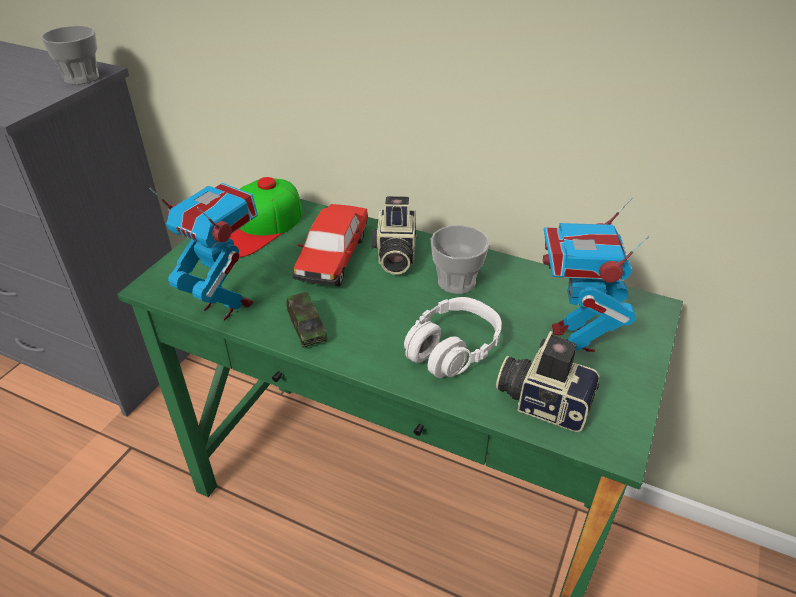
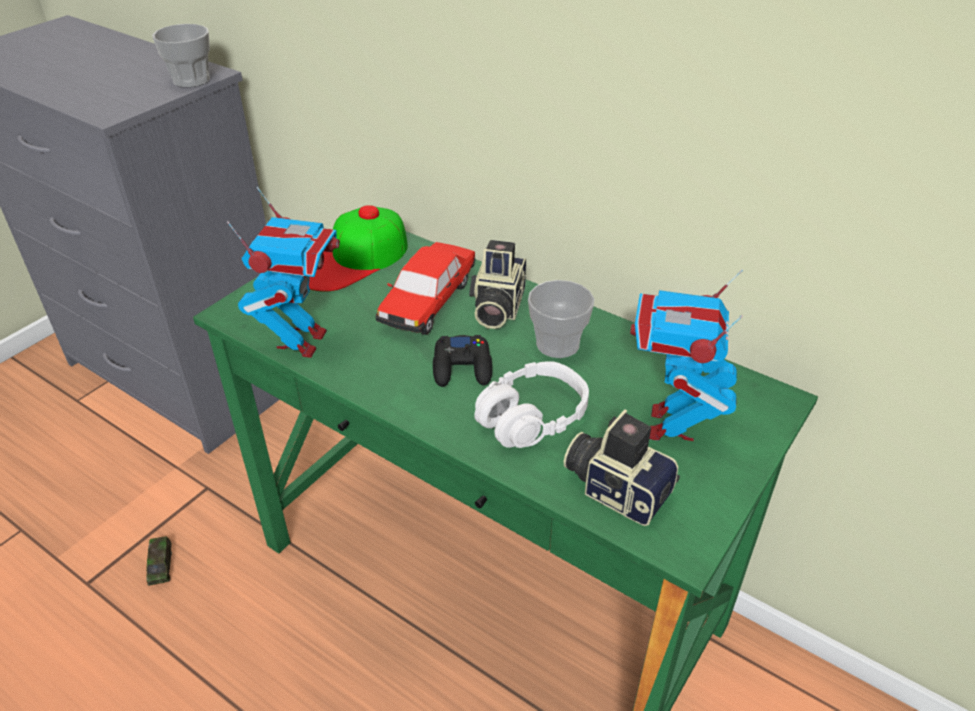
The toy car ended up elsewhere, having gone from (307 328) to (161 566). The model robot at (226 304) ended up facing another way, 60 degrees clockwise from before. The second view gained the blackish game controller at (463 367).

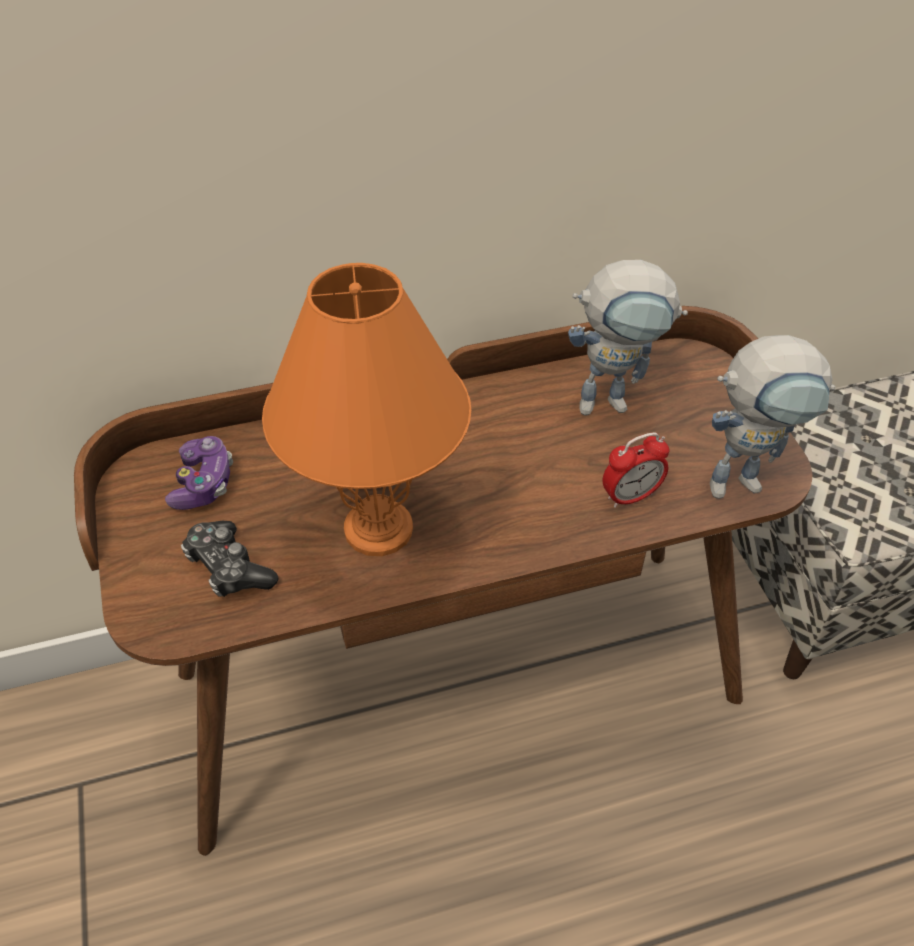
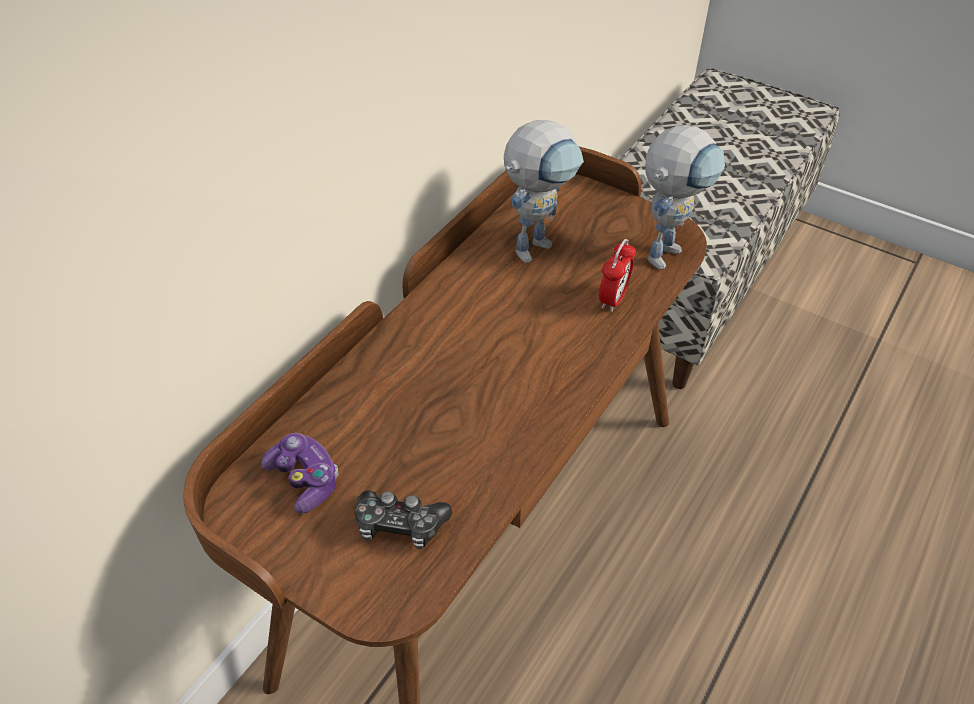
The second view lost the orange-coloured lamp for a table at (377 530).

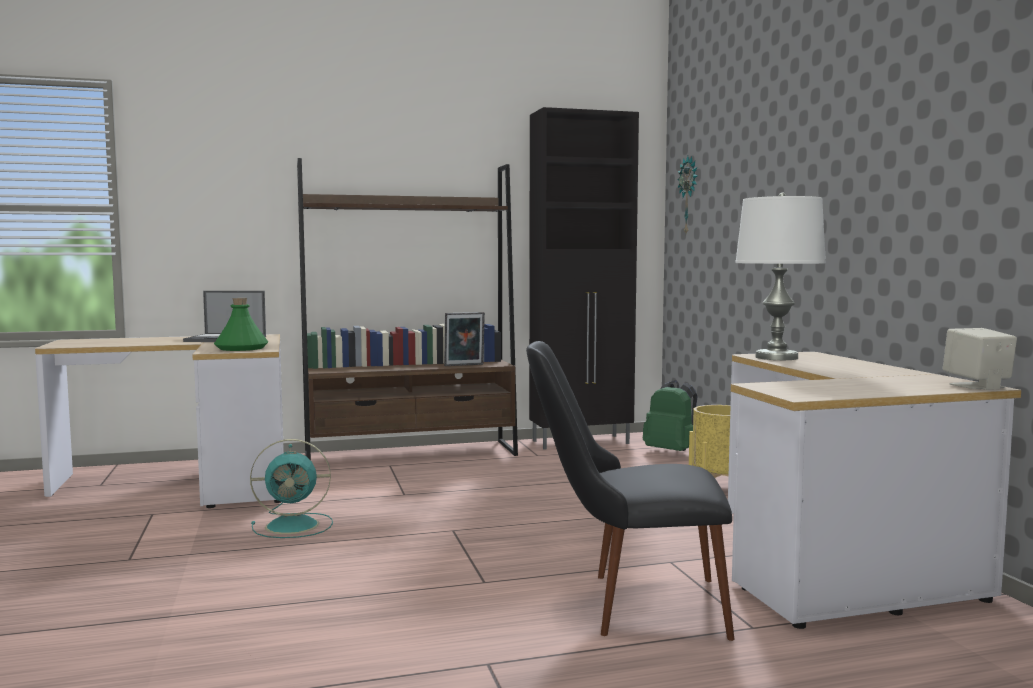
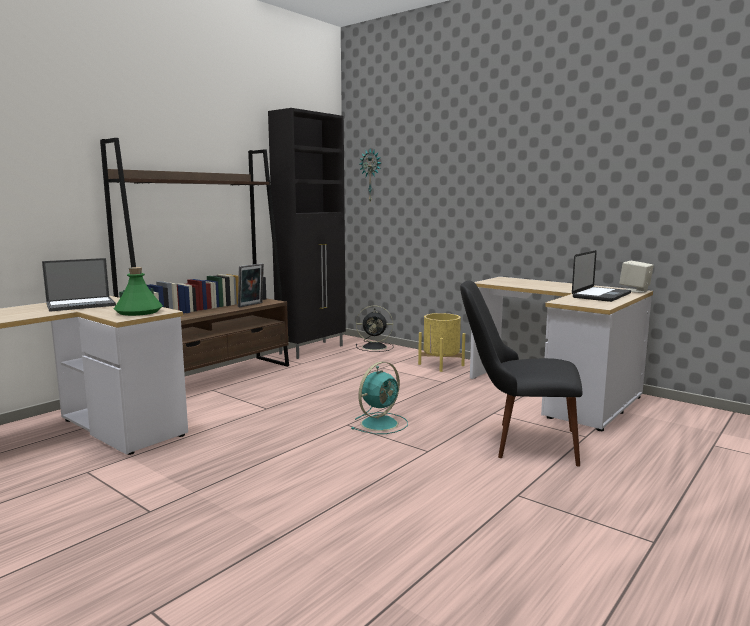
The blue-green fan ended up elsewhere, having gone from (295 525) to (380 423). Where the green rucksack stood at (671 451), the blackish fan came to stand at (375 347). The blackish plain chair at (628 604) ended up facing another way, 45 degrees clockwise from before. The second view gained the notebook computer at (601 295). The second view lost the white lamp for a table at (776 357).

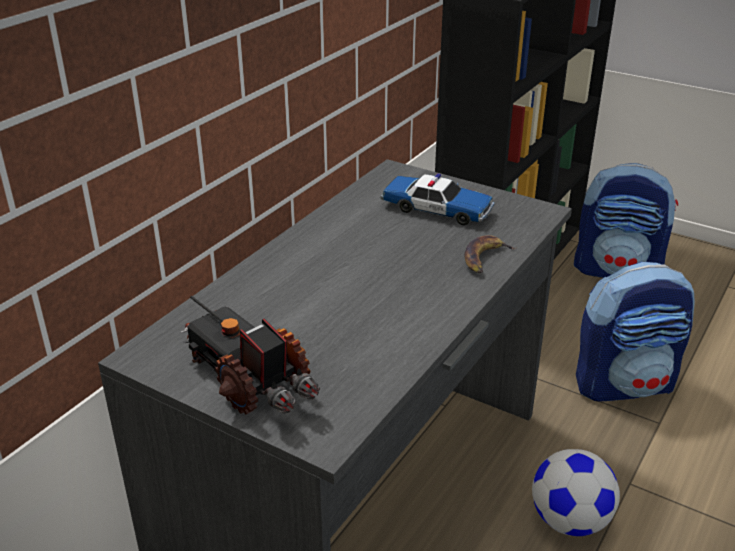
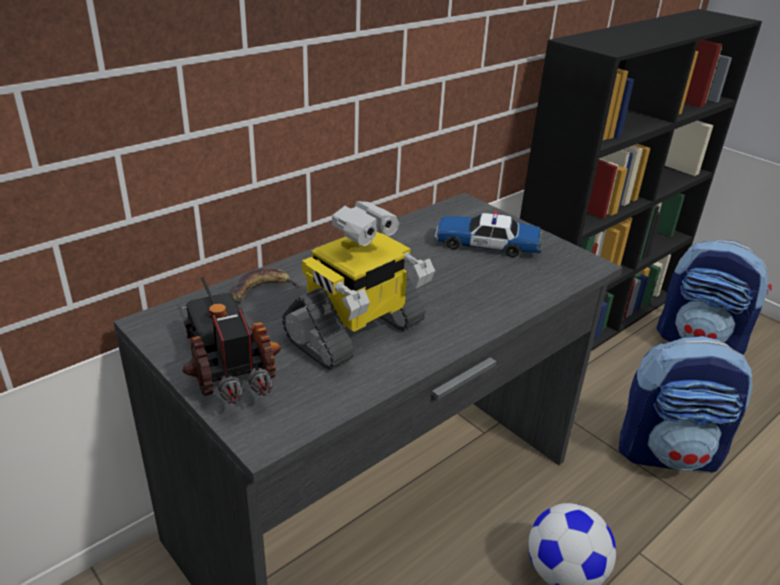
The banana fruit ended up elsewhere, having gone from (485 258) to (261 290). The second view gained the model robot at (356 333). The toy car at (436 209) ended up facing another way, 150 degrees clockwise from before.

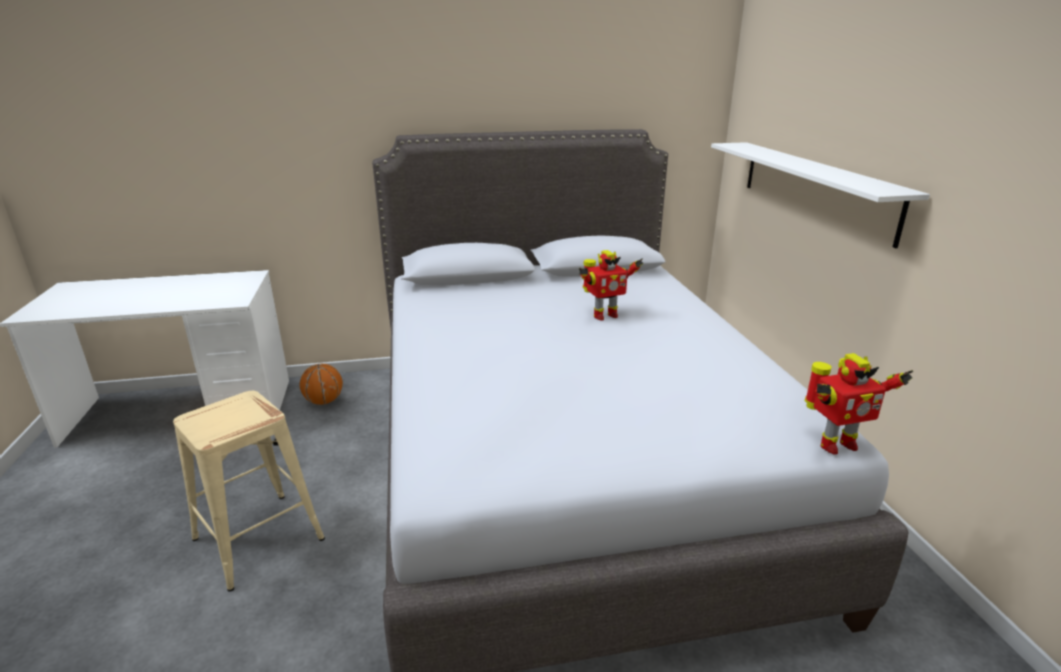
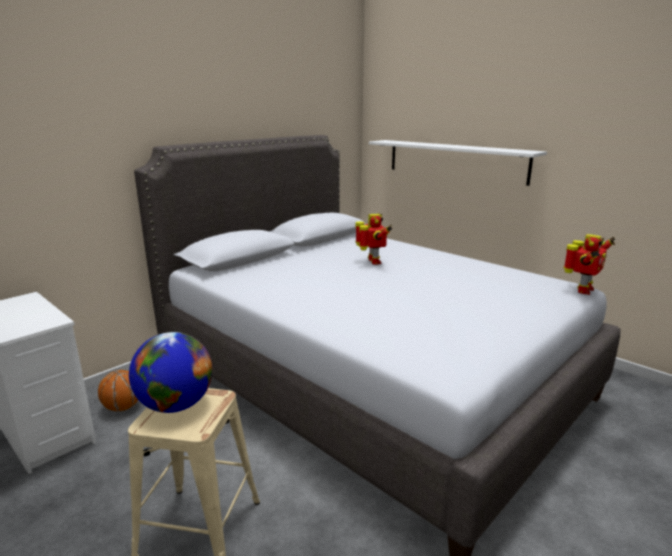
The second view gained the globe at (176 405). The model robot at (604 315) ended up facing another way, 45 degrees counterclockwise from before.

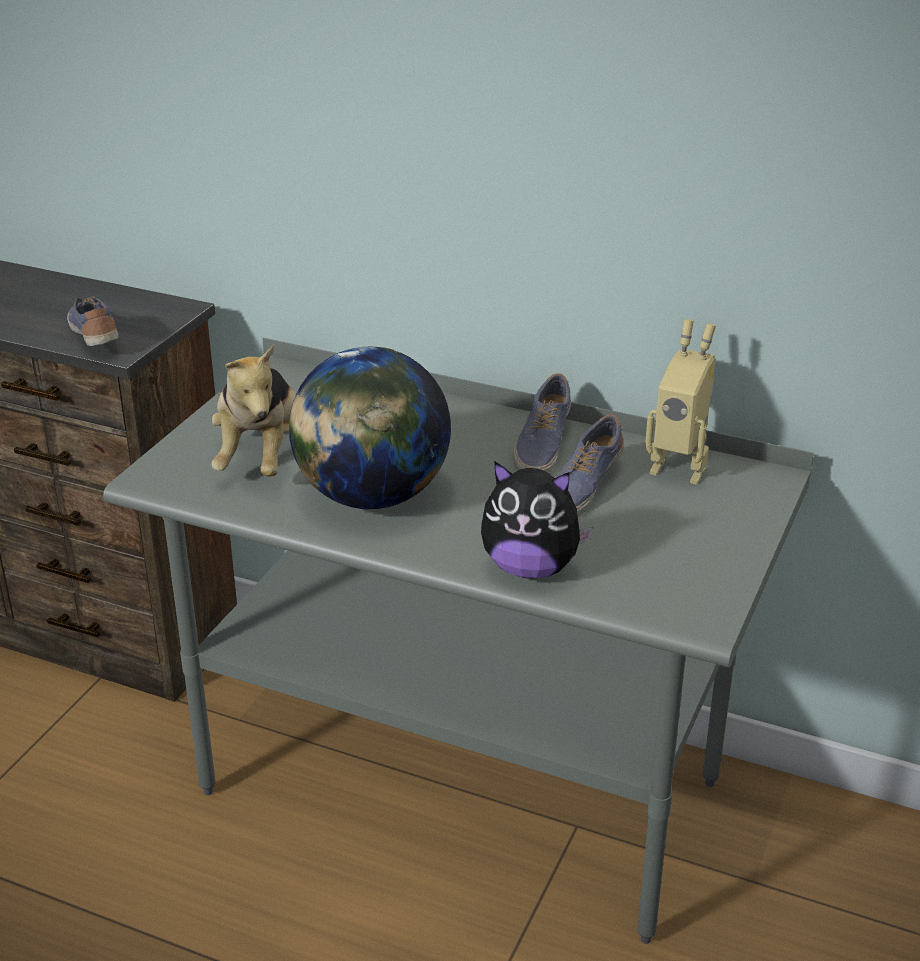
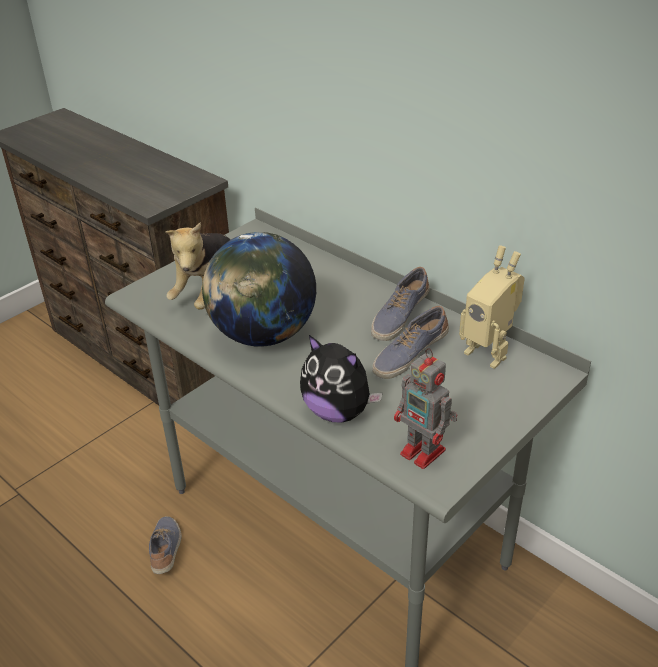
The item of footwear ended up elsewhere, having gone from (96 337) to (166 550). The second view gained the model robot at (424 453).

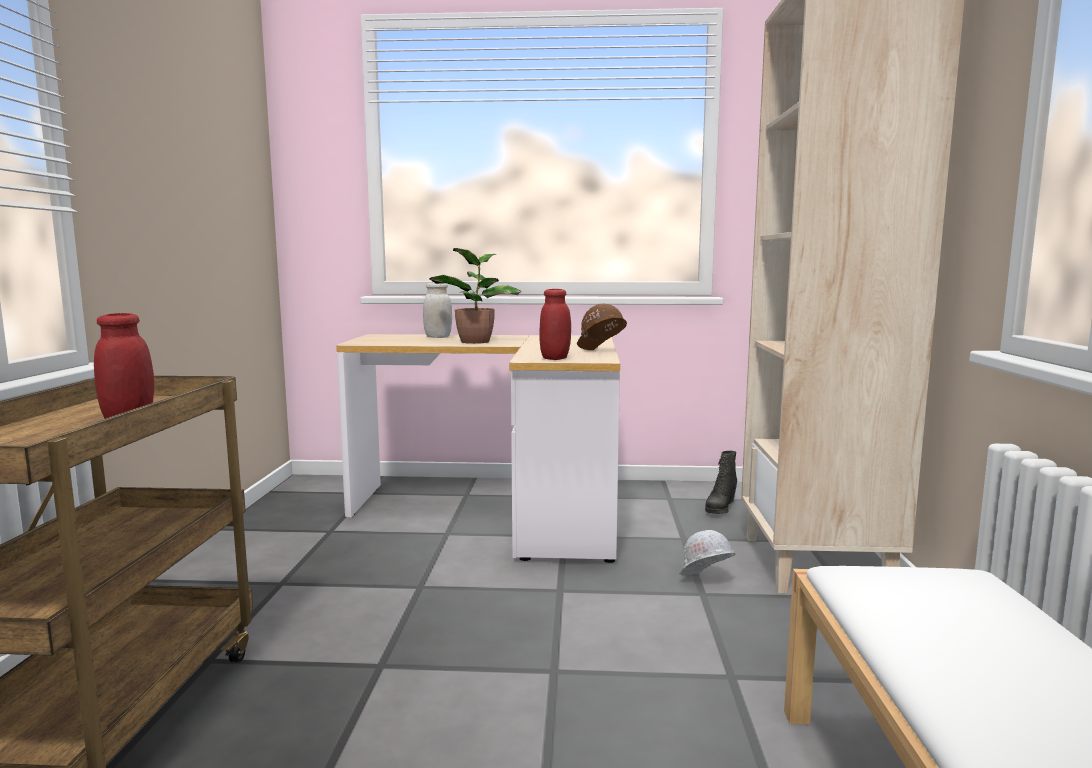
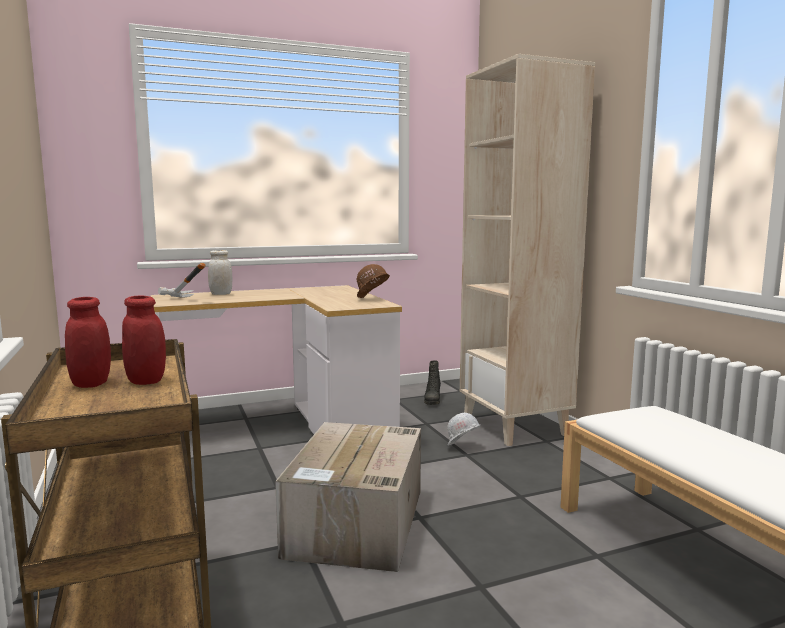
The reddish jar ended up elsewhere, having gone from (555 358) to (91 384). The second view gained the tool hammer at (182 301). The second view gained the carton at (356 523). The second view lost the houseplant at (476 341).

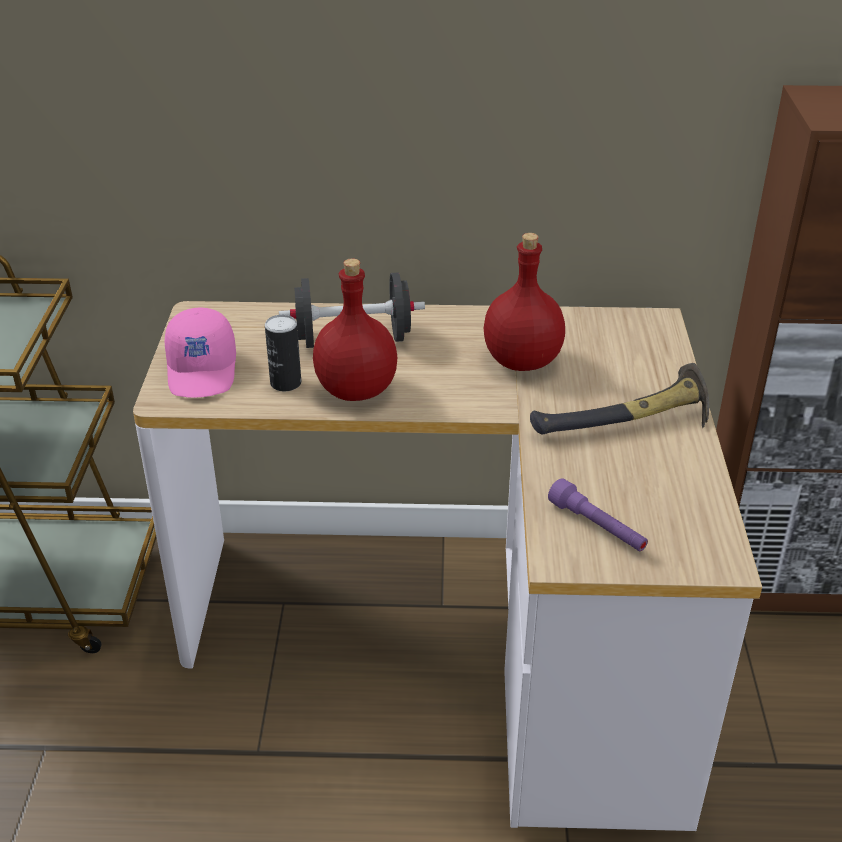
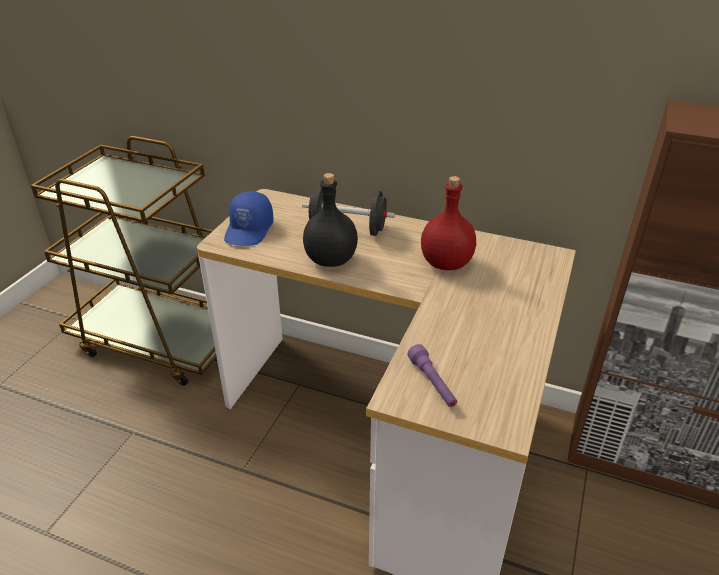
What was the pink peaked cap at (203 371) turned into the blue-coloured peaked cap at (249 230). What was the reddish bottle at (358 390) turned into the blackish bottle at (331 260). The second view lost the sealed can at (285 383). The second view lost the tool hammer at (628 425).

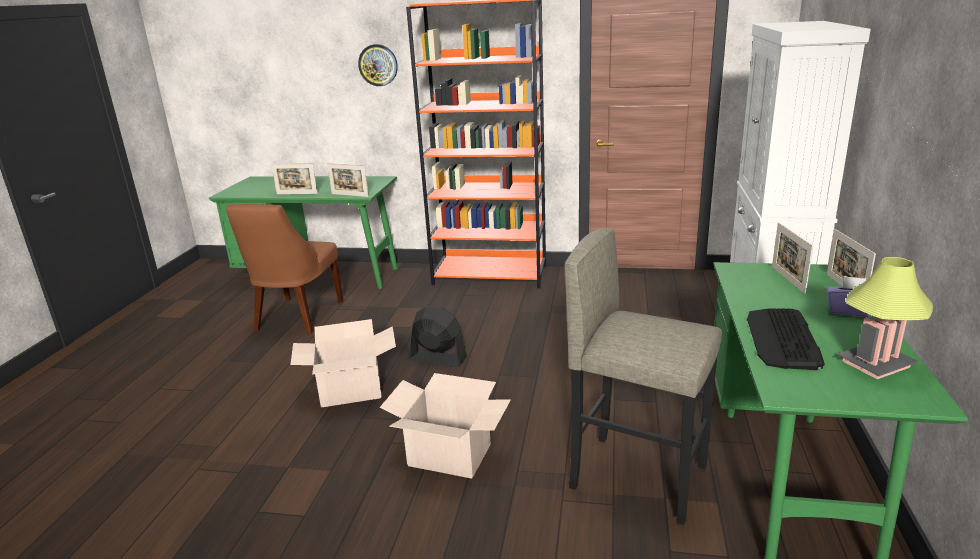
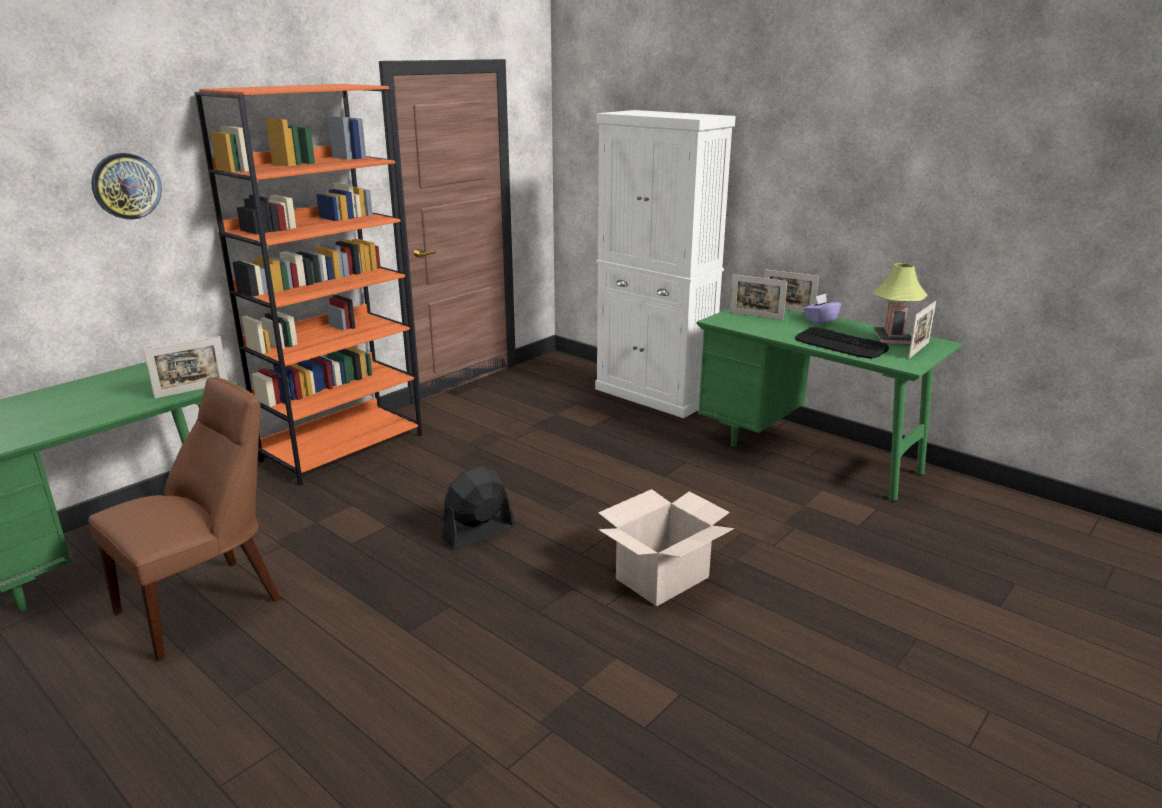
The brown plain chair at (297 317) ended up facing another way, 90 degrees counterclockwise from before. The photo frame ended up elsewhere, having gone from (297 194) to (918 350). The second view lost the carton at (351 390). The second view lost the grey stool seat at (638 476).

